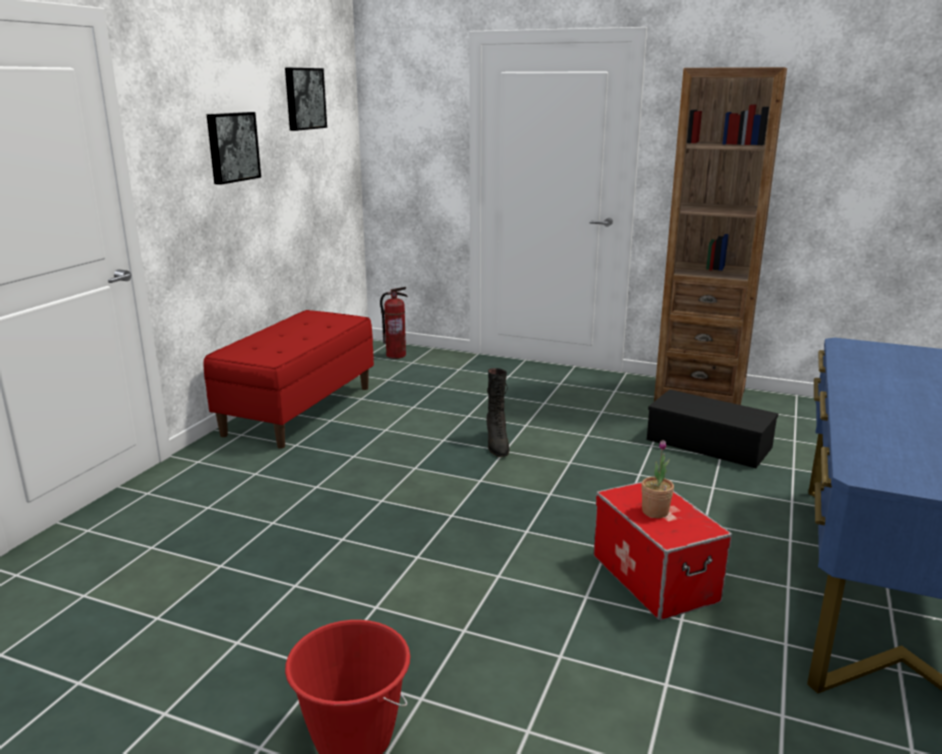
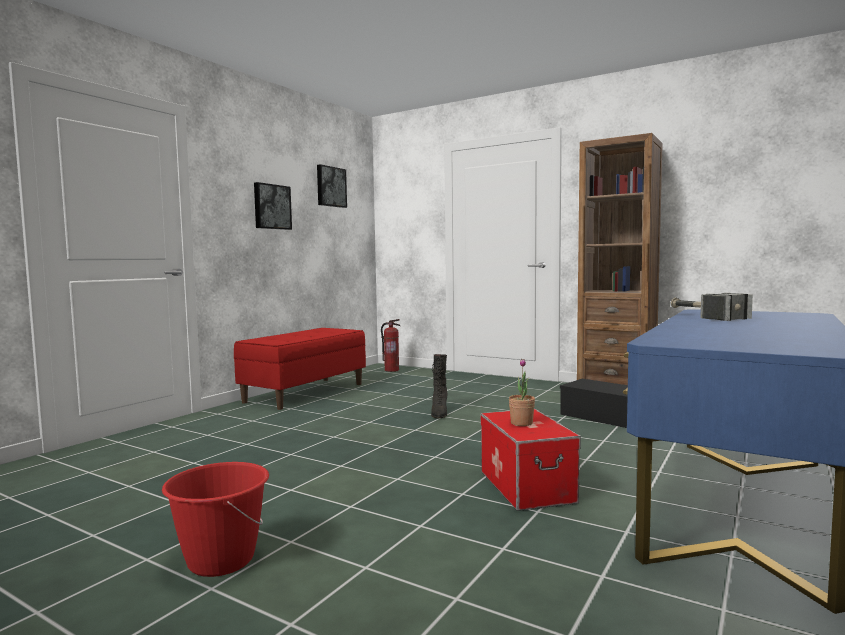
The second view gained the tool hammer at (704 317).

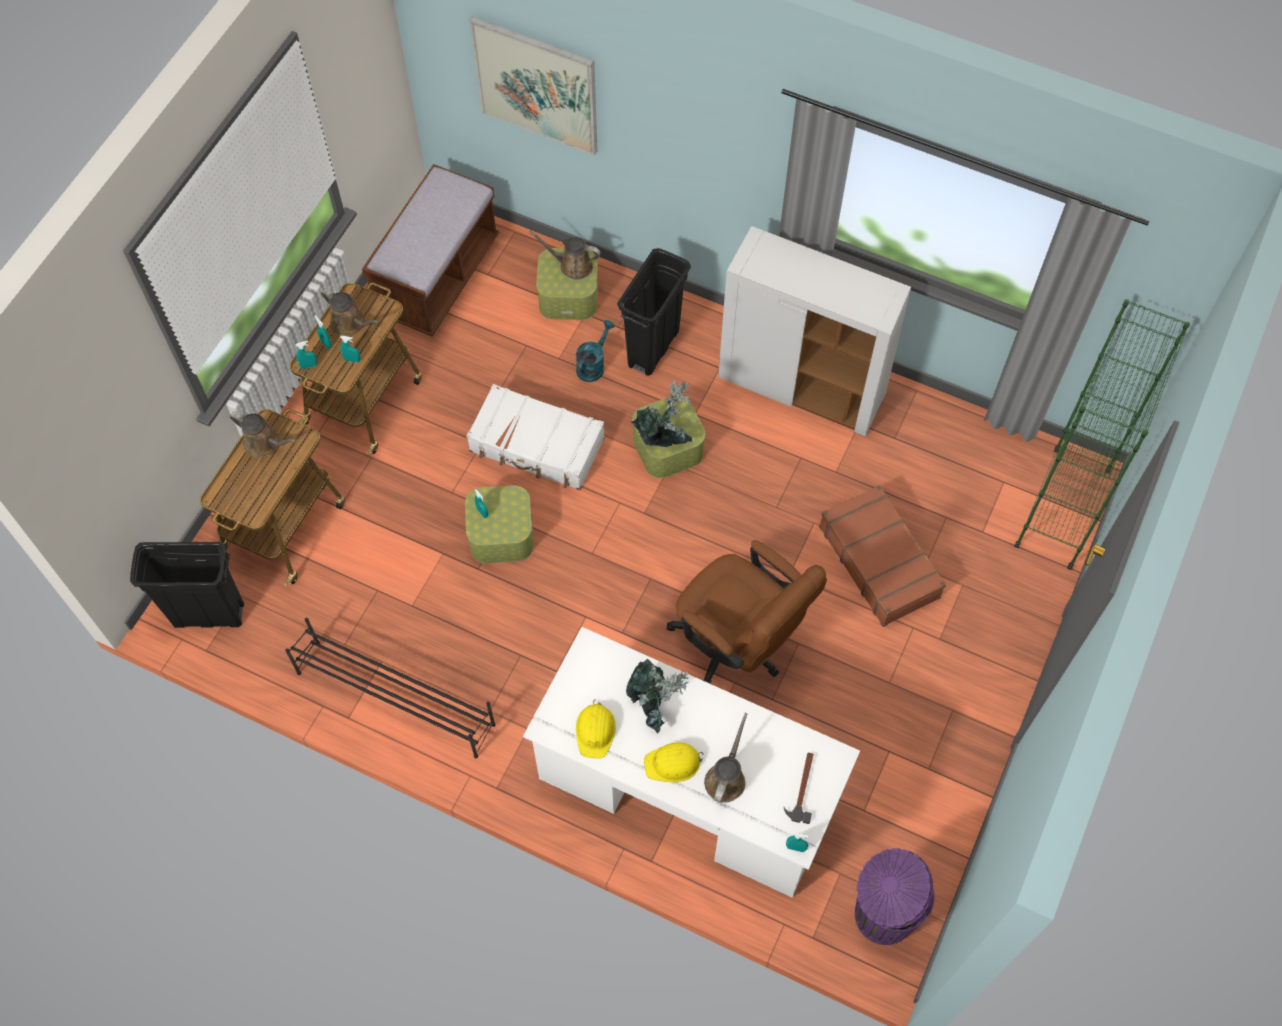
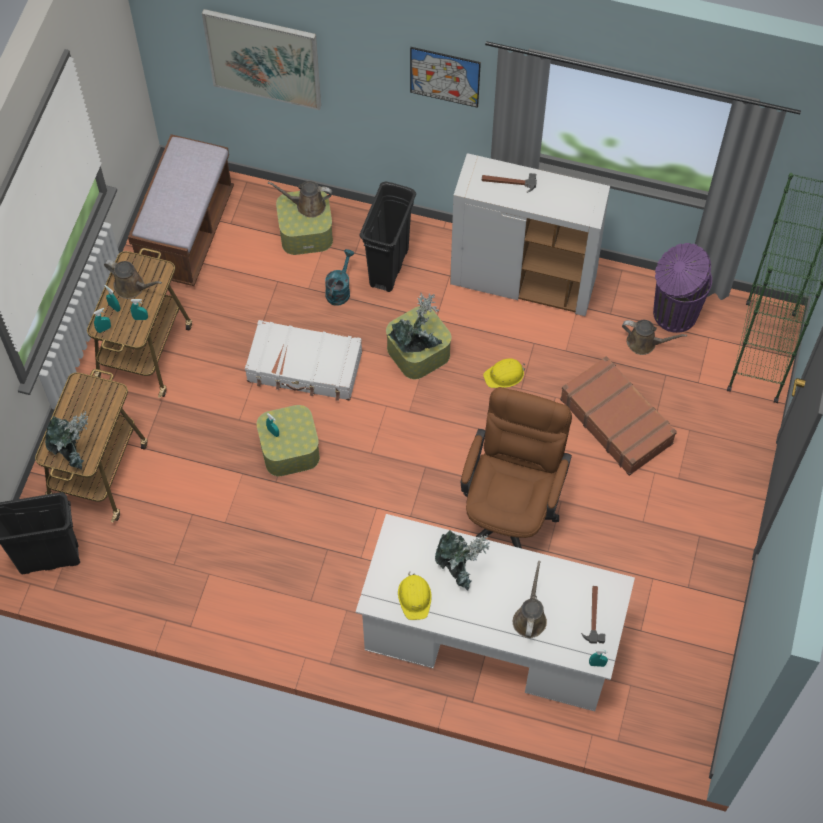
The second view gained the houseplant at (72 452). The second view gained the wall art at (444 76). The brown desk chair at (738 645) ended up facing another way, 105 degrees counterclockwise from before. The second view gained the tool hammer at (508 182). The yellowish work helmet ended up elsewhere, having gone from (673 763) to (504 375). The brown watering can ended up elsewhere, having gone from (264 443) to (644 343). The purple waste bin ended up elsewhere, having gone from (881 915) to (673 313). The second view lost the blackish shoe stand at (394 697).

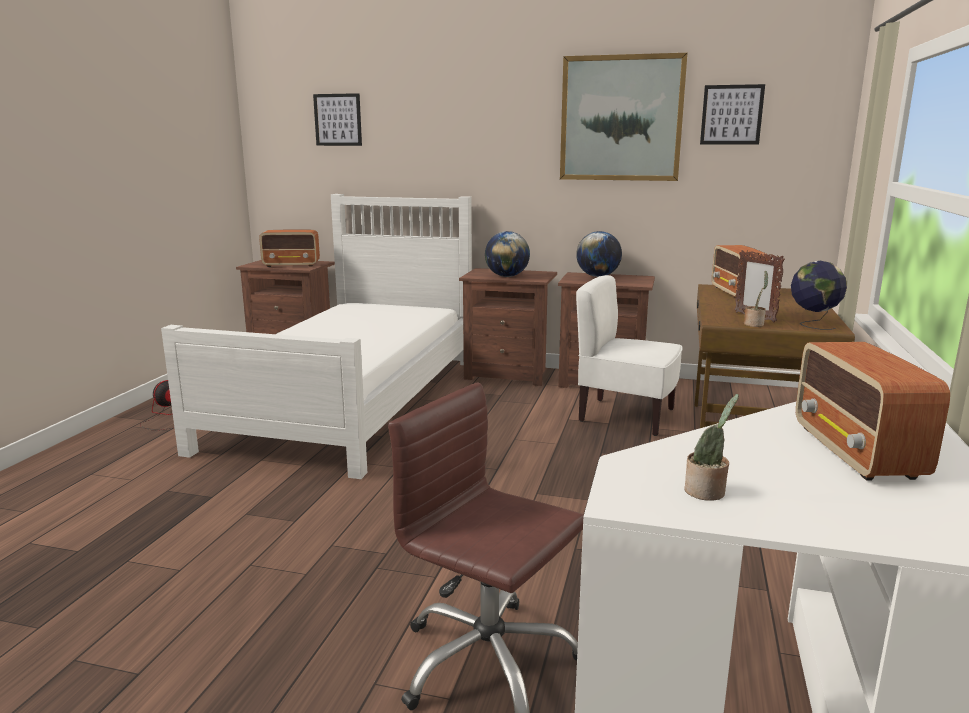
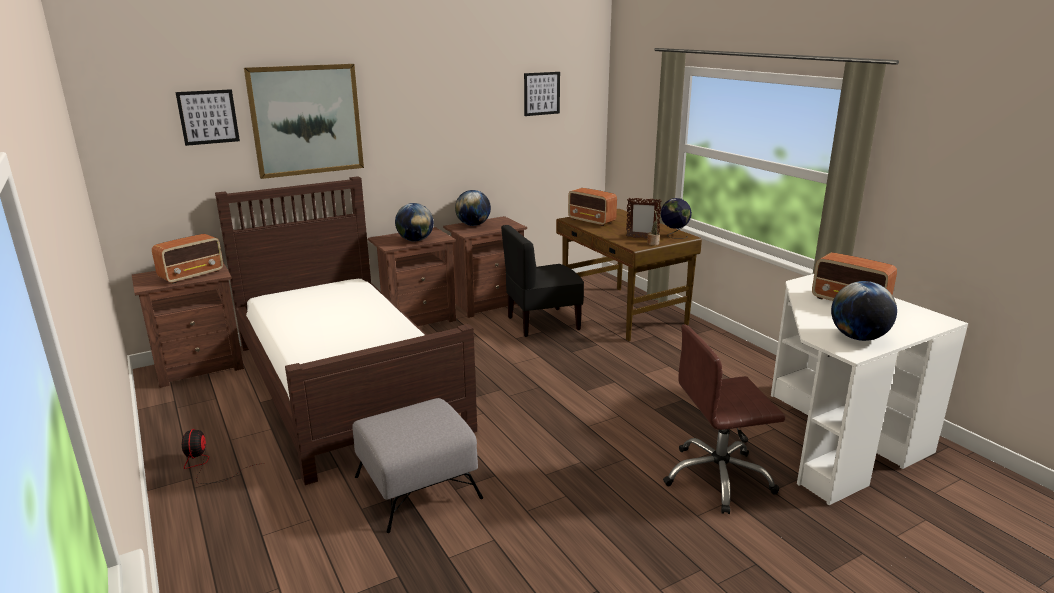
What was the white sleeping bed at (351 401) turned into the brown sleeping bed at (345 384). The wall art ended up elsewhere, having gone from (621 118) to (306 120). The second view gained the grey pouffe at (418 487). What was the white plain chair at (626 416) turned into the blackish plain chair at (542 323). Where the houseplant stood at (707 492), the globe came to stand at (858 337).

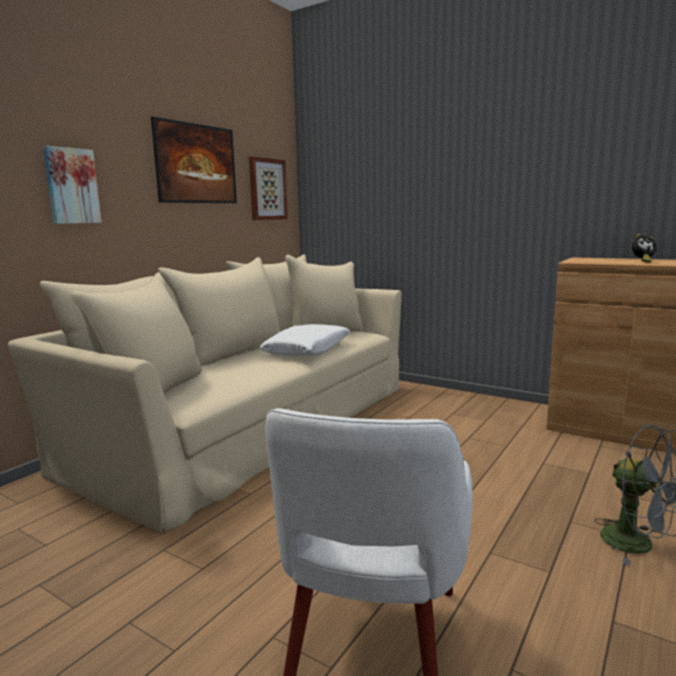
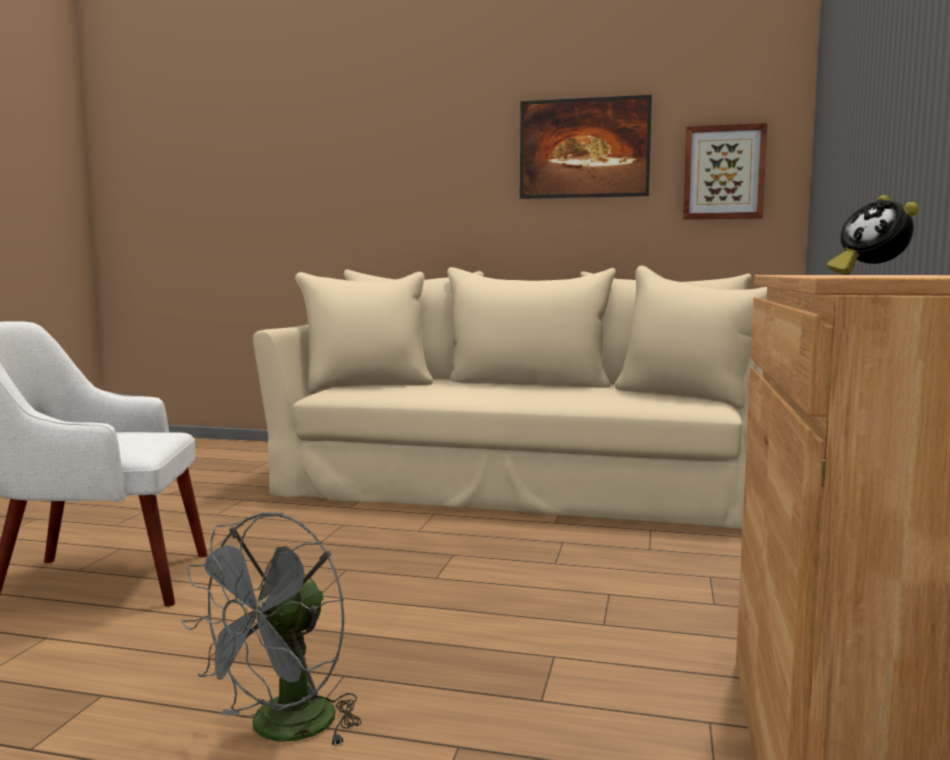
The second view lost the wall art at (71 186). The second view lost the white throw pillow at (308 350).

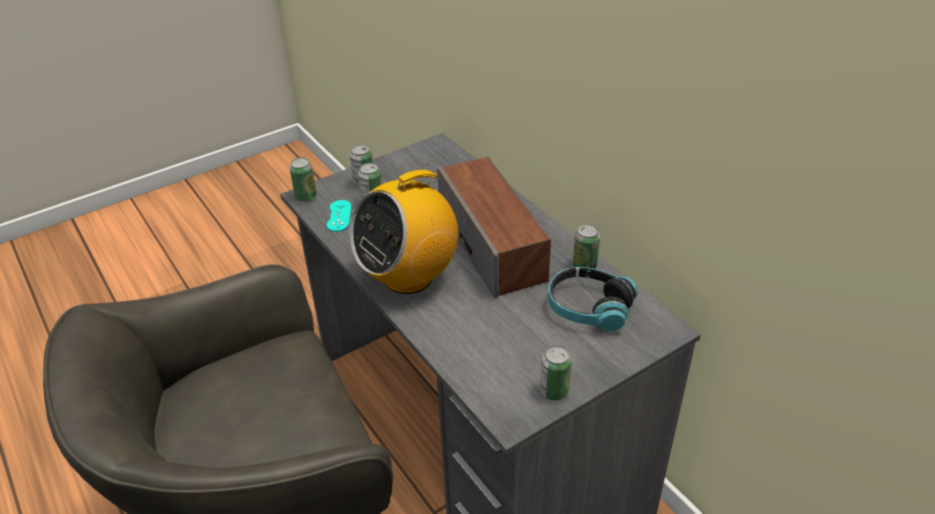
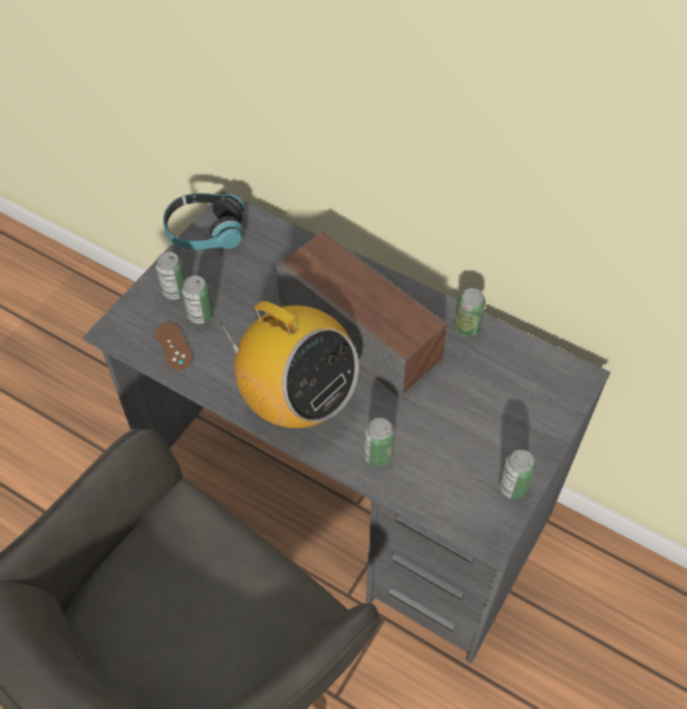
What was the blue-green game controller at (339 216) turned into the brown game controller at (173 346). The headset ended up elsewhere, having gone from (589 308) to (205 232). The radio set at (409 276) ended up facing another way, 75 degrees counterclockwise from before. The sealed can ended up elsewhere, having gone from (306 196) to (378 455).

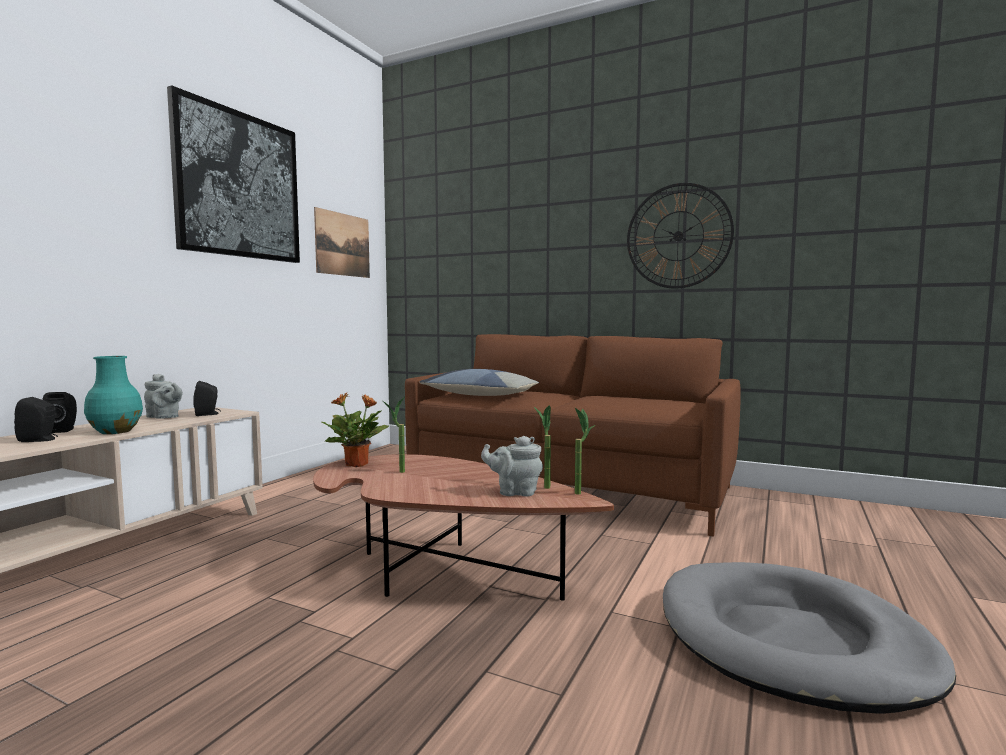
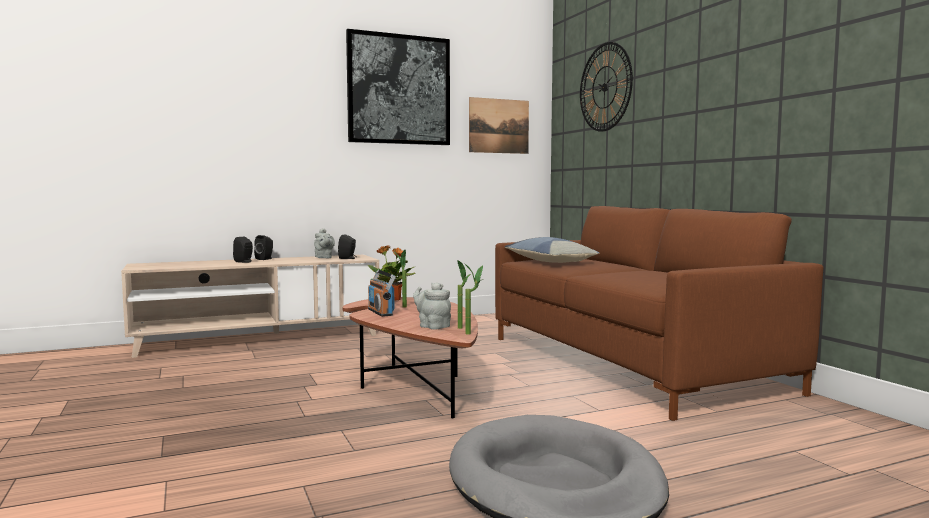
The second view gained the radio set at (381 312). The wall clock ended up elsewhere, having gone from (678 236) to (605 87). The second view lost the blue-green vase at (115 432).

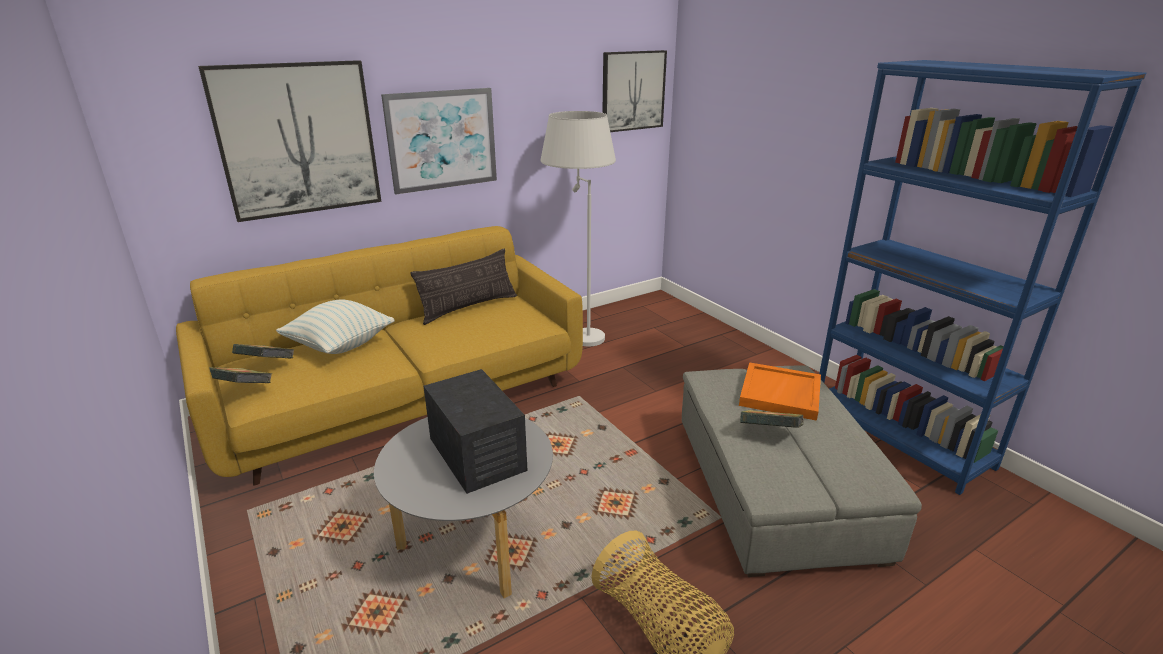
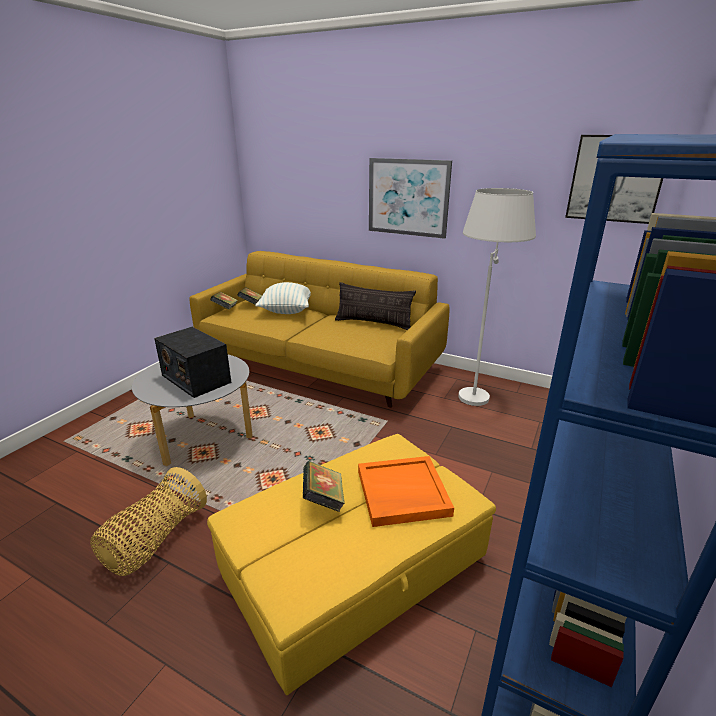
The radio set at (477 454) ended up facing another way, 105 degrees clockwise from before. What was the grey pouffe at (775 486) turned into the yellowish pouffe at (355 567). The second view lost the wall art at (298 140).

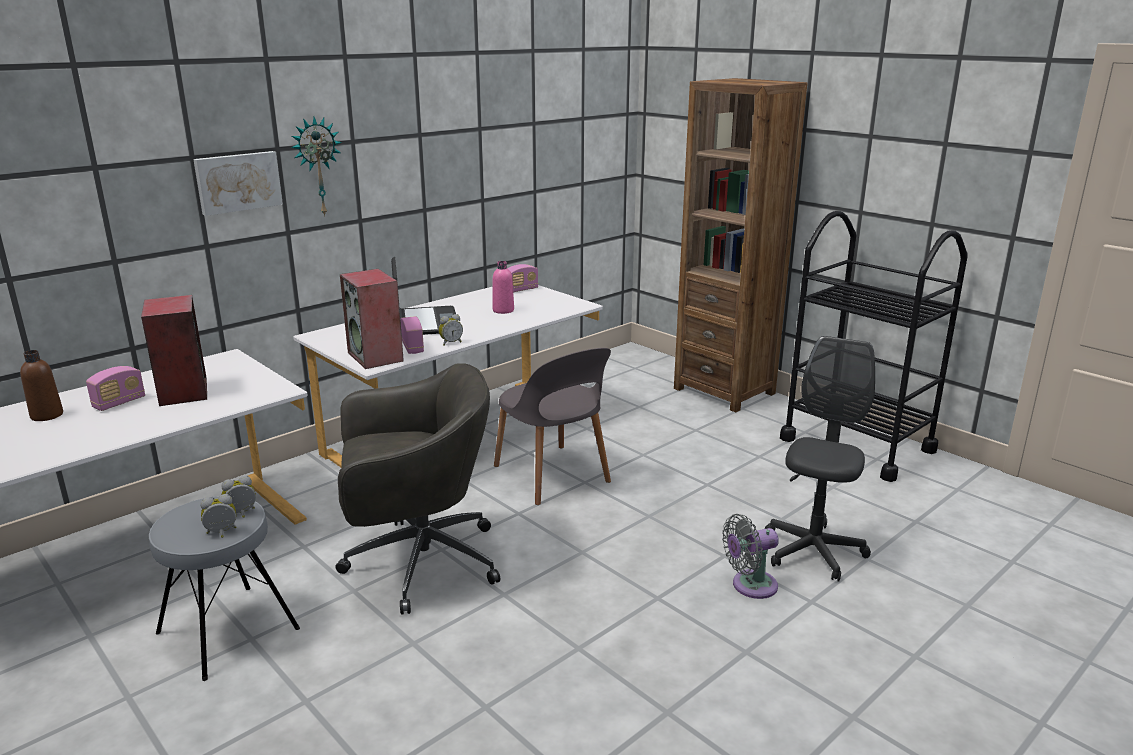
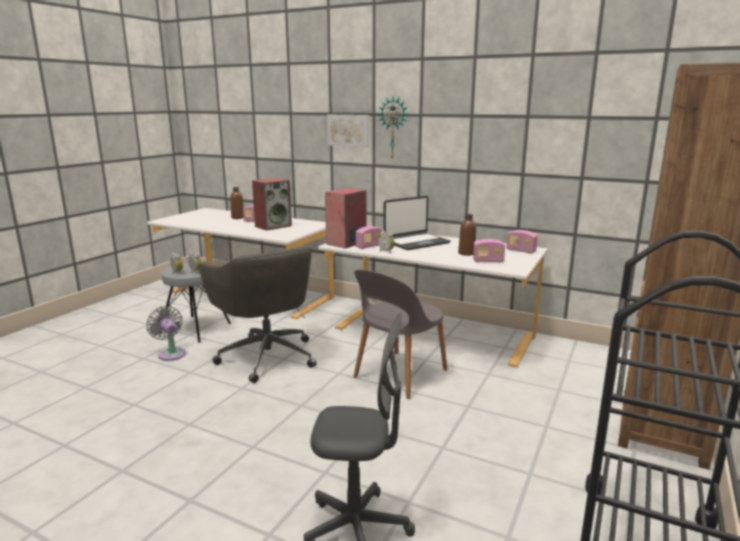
The grey fan ended up elsewhere, having gone from (750 586) to (171 353). What was the pink bottle at (503 310) turned into the brown bottle at (466 253). The second view gained the radio set at (488 261).

